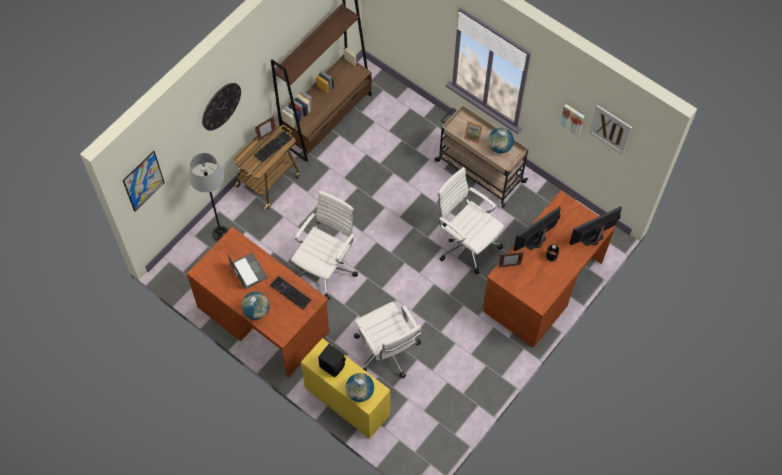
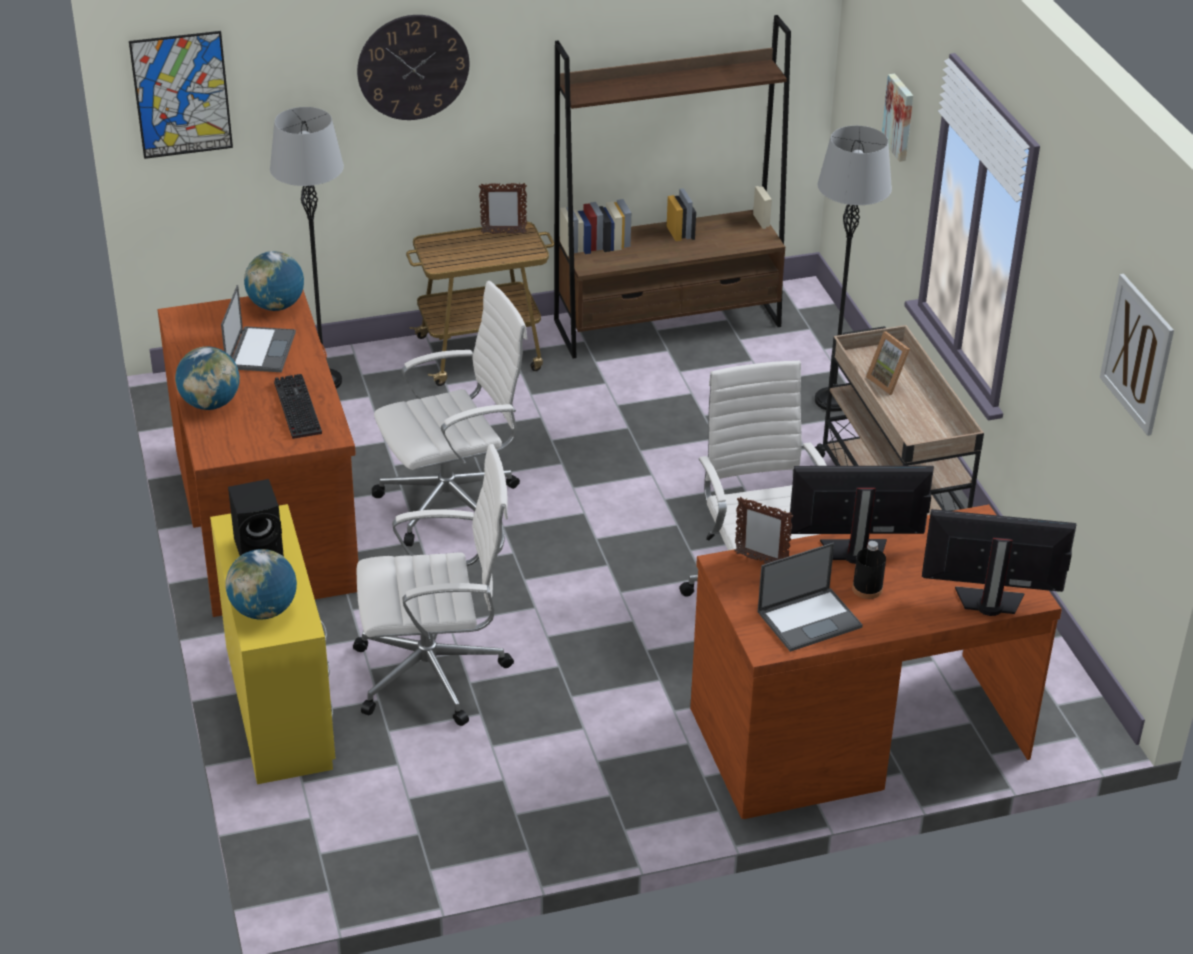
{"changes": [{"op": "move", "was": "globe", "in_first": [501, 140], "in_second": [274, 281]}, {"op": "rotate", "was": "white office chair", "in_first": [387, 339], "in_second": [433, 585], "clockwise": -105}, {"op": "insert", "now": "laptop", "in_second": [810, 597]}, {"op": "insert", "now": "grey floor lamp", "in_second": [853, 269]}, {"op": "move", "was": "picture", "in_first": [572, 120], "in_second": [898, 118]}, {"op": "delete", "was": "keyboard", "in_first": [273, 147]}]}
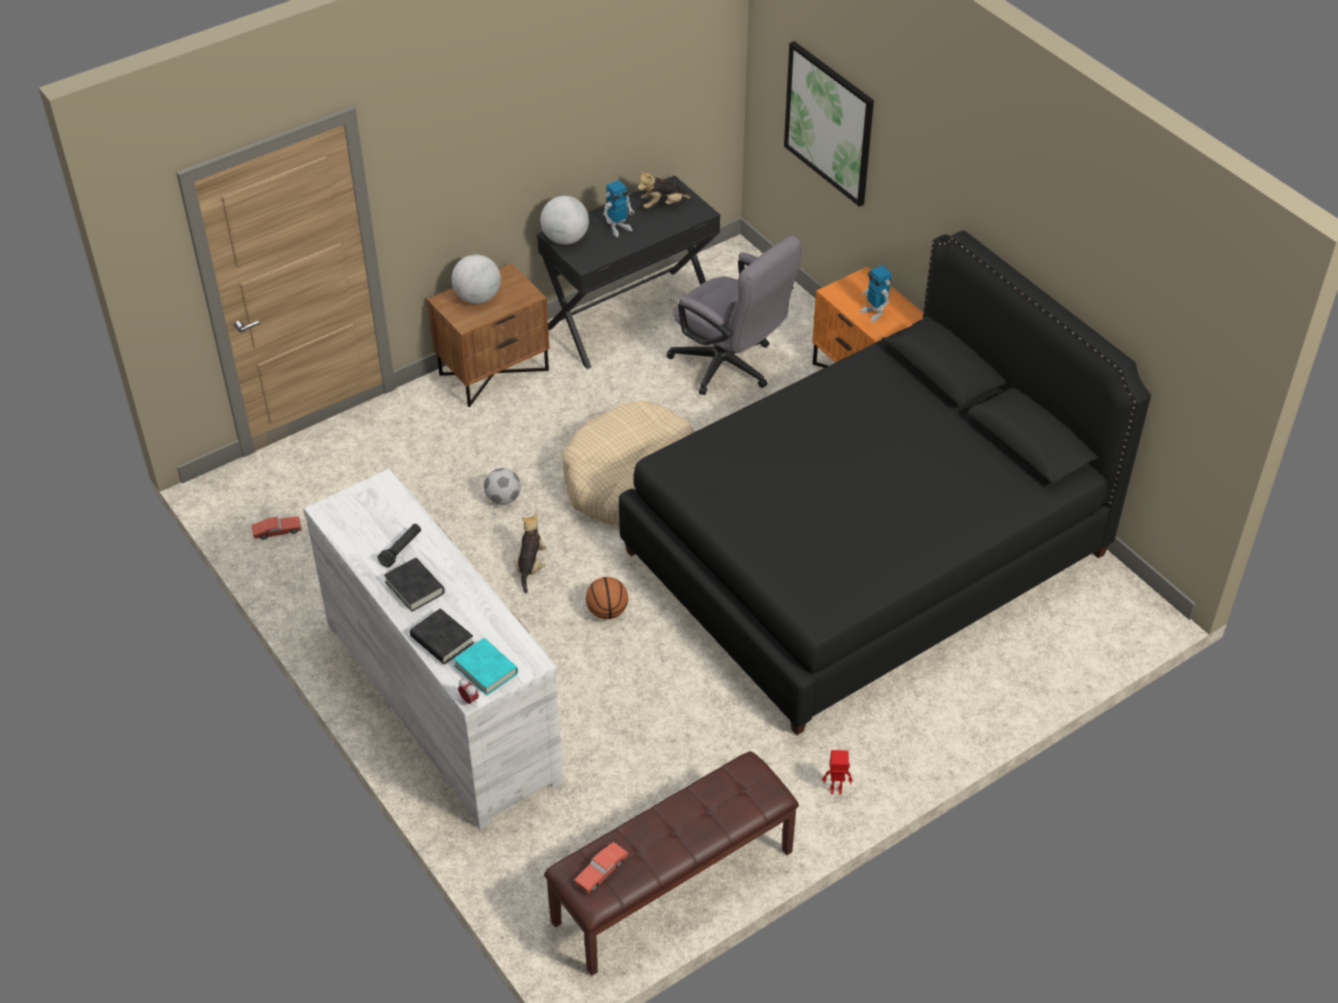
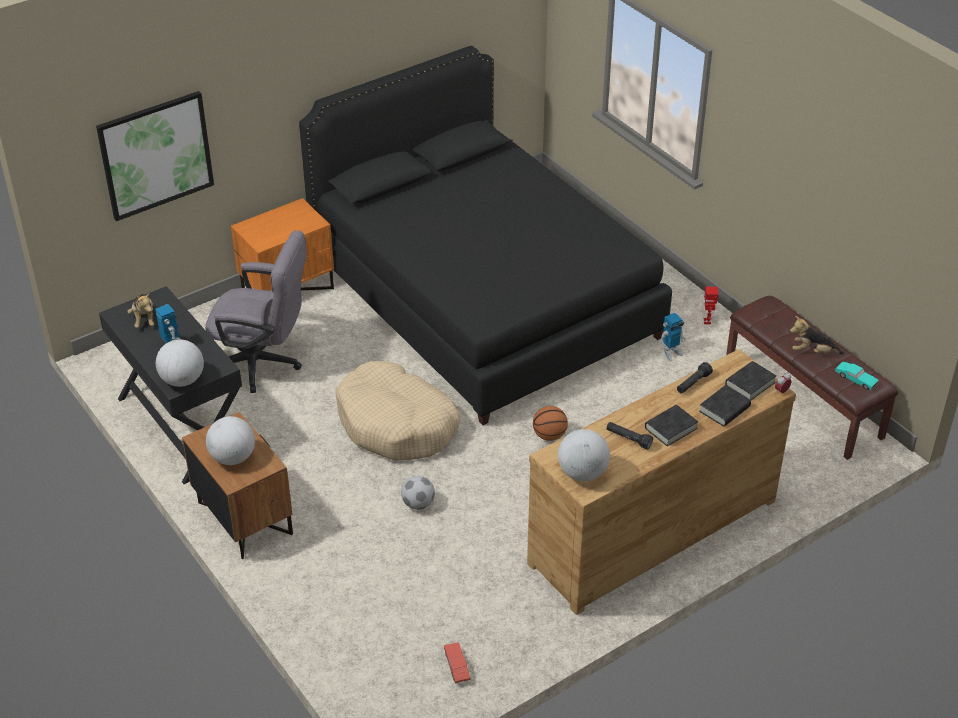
{"changes": [{"op": "rotate", "was": "grey office chair", "in_first": [734, 315], "in_second": [256, 311], "clockwise": 60}, {"op": "recolor", "was": "white dresser", "now": "brown dresser", "in_first": [433, 649], "in_second": [661, 482]}, {"op": "insert", "now": "globe", "in_second": [584, 455]}, {"op": "move", "was": "toy robot", "in_first": [876, 293], "in_second": [673, 337]}, {"op": "insert", "now": "black flashlight", "in_second": [695, 378]}, {"op": "recolor", "was": "turquoise book", "now": "black book", "in_first": [485, 667], "in_second": [751, 380]}, {"op": "move", "was": "plush toy", "in_first": [531, 553], "in_second": [817, 335]}, {"op": "recolor", "was": "red toy car", "now": "turquoise toy car", "in_first": [601, 868], "in_second": [857, 376]}]}
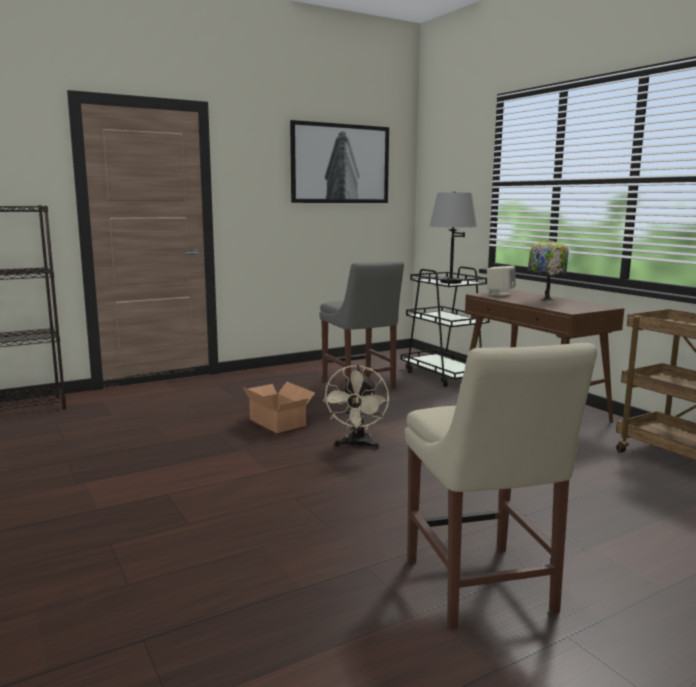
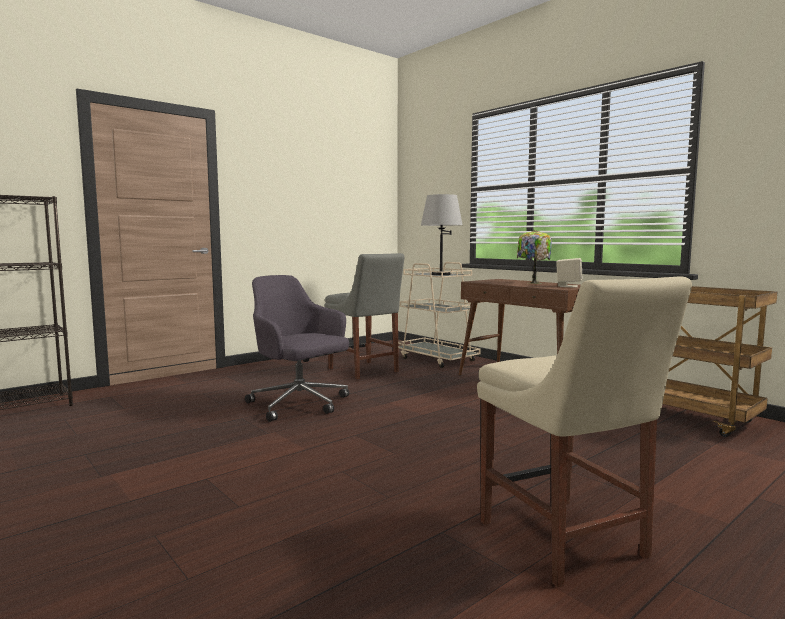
{"changes": [{"op": "replace", "was": "cardboard box", "now": "grey office chair", "in_first": [279, 407], "in_second": [297, 348]}, {"op": "recolor", "was": "black cart", "now": "beige cart", "in_first": [445, 326], "in_second": [439, 315]}, {"op": "move", "was": "beige speaker", "in_first": [501, 281], "in_second": [569, 273]}, {"op": "delete", "was": "picture", "in_first": [339, 161]}, {"op": "delete", "was": "beige fan", "in_first": [356, 407]}]}
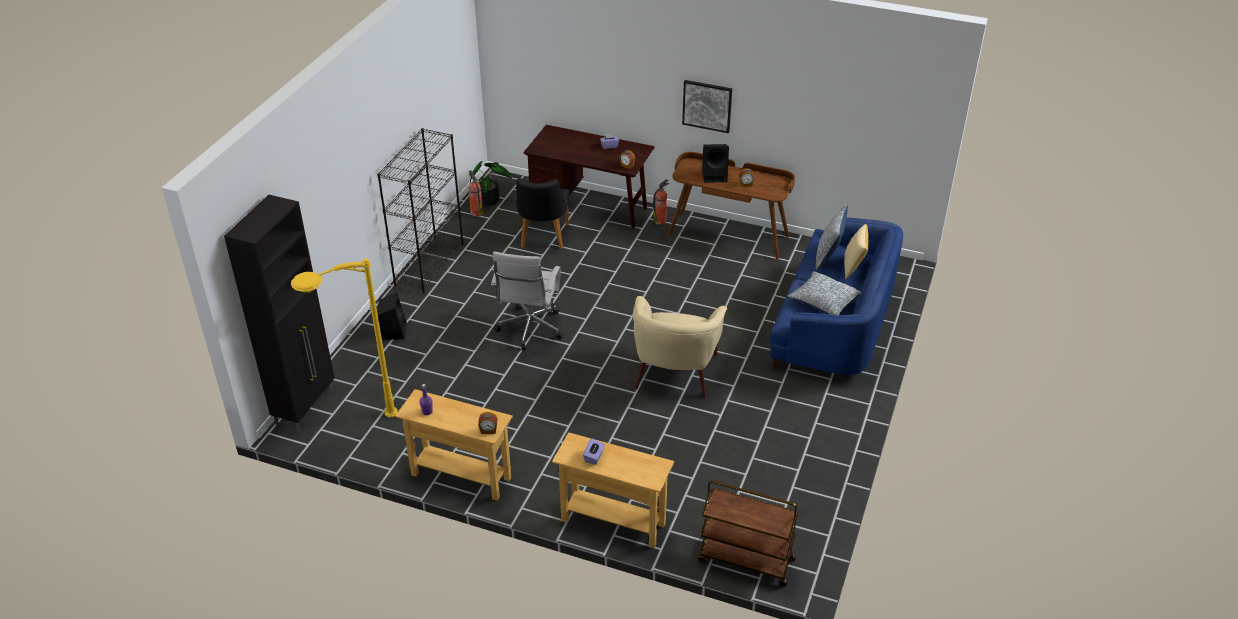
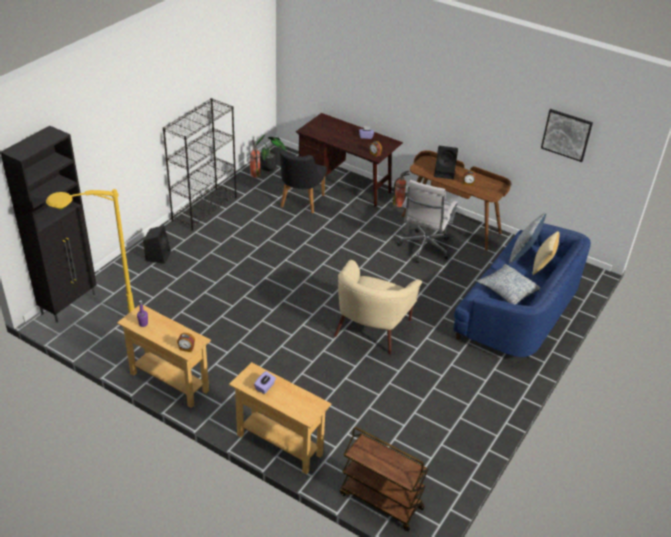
{"changes": [{"op": "move", "was": "white office chair", "in_first": [527, 301], "in_second": [427, 221]}, {"op": "move", "was": "picture", "in_first": [707, 106], "in_second": [567, 135]}]}
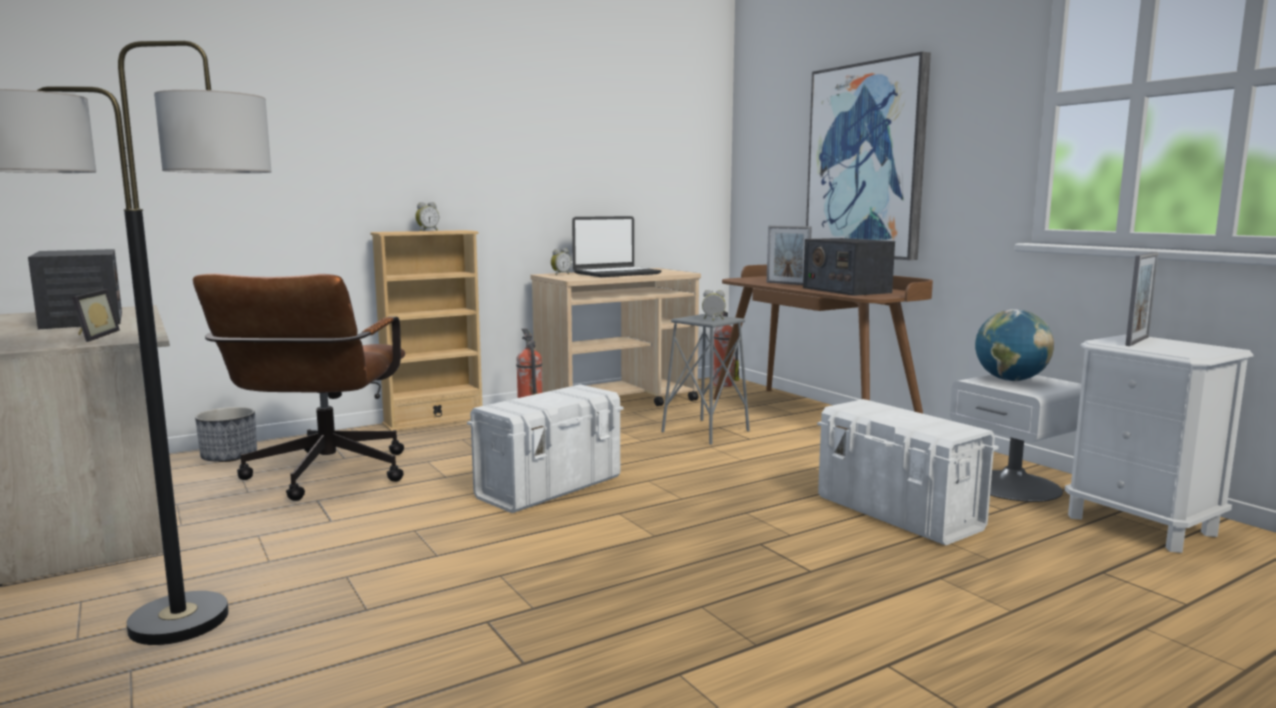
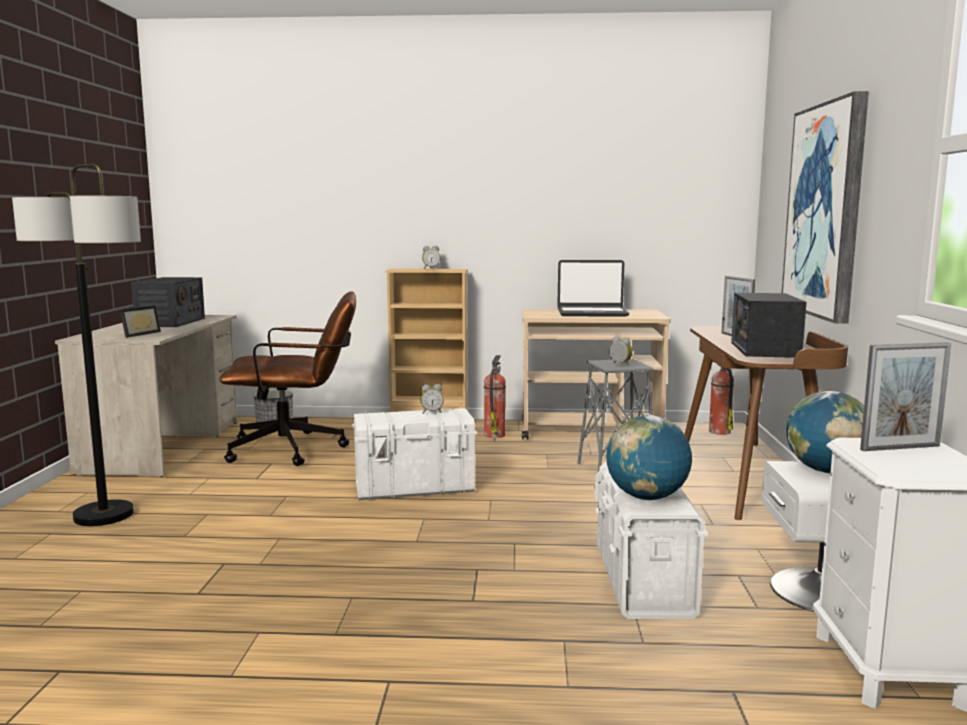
{"changes": [{"op": "rotate", "was": "brown office chair", "in_first": [299, 387], "in_second": [287, 378], "clockwise": -135}, {"op": "move", "was": "alarm clock", "in_first": [561, 261], "in_second": [432, 399]}, {"op": "insert", "now": "globe", "in_second": [649, 457]}]}
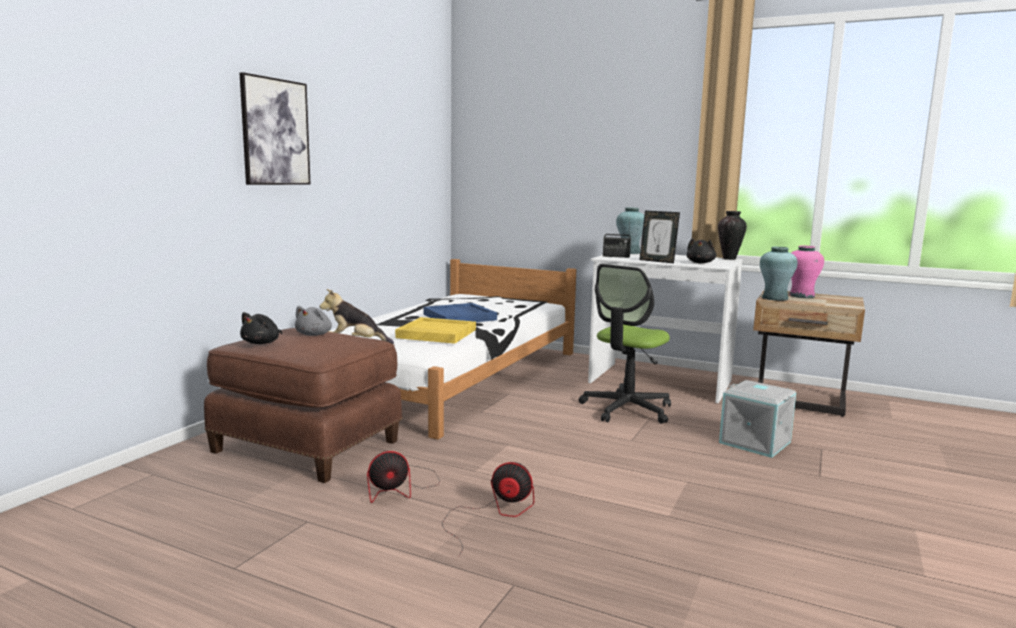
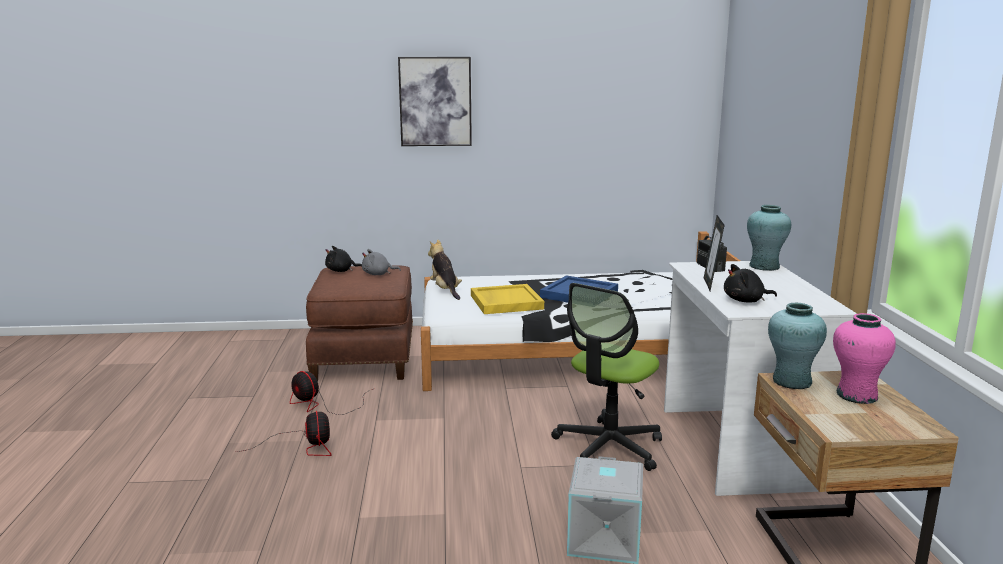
{"changes": [{"op": "rotate", "was": "office chair", "in_first": [625, 344], "in_second": [606, 377], "clockwise": -60}, {"op": "delete", "was": "vase", "in_first": [732, 235]}]}
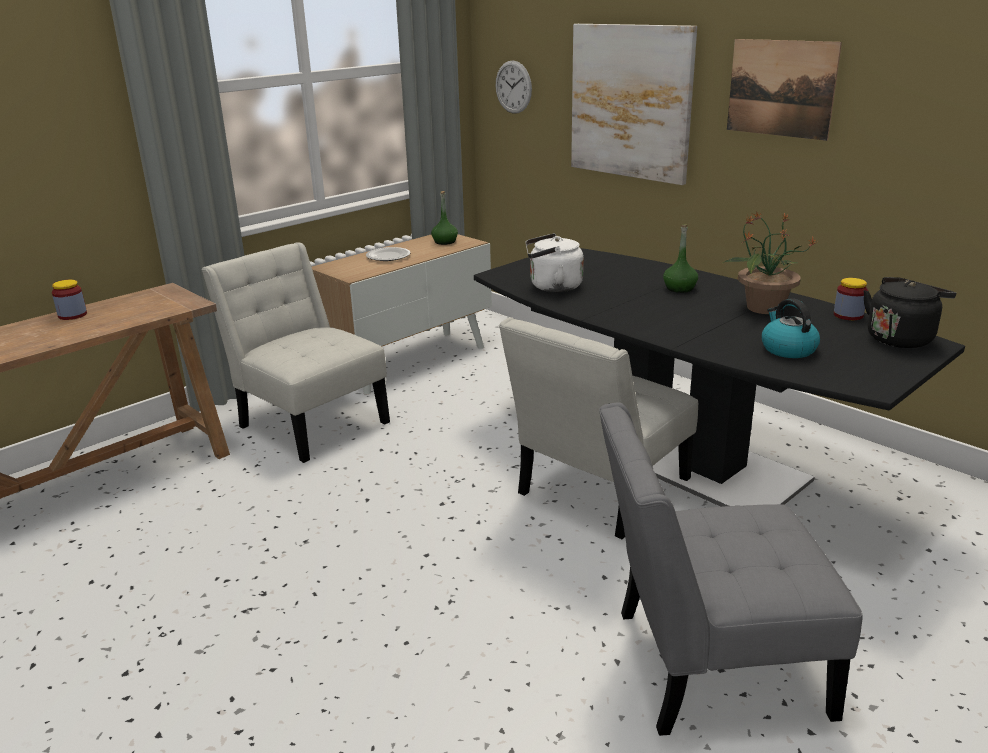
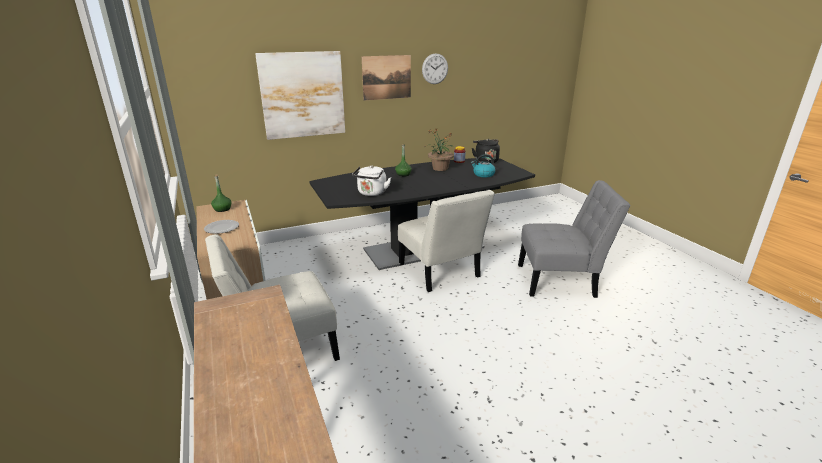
{"changes": [{"op": "move", "was": "wall clock", "in_first": [514, 87], "in_second": [435, 68]}, {"op": "rotate", "was": "grey chair", "in_first": [731, 569], "in_second": [574, 239], "clockwise": -105}, {"op": "delete", "was": "jar", "in_first": [69, 300]}]}
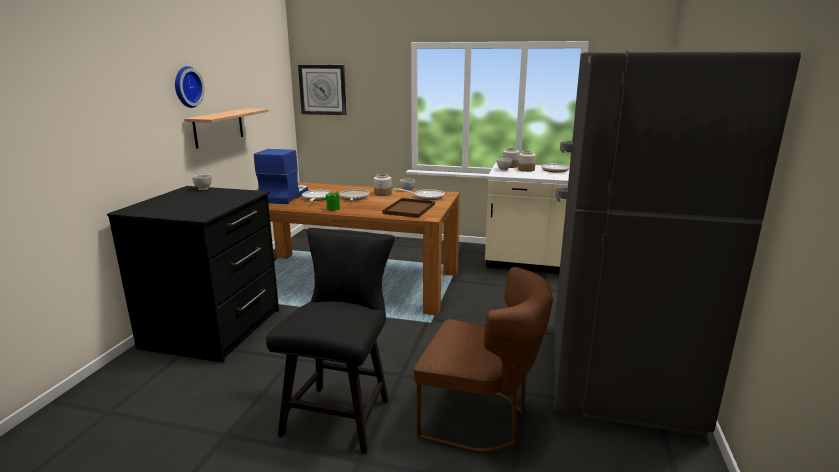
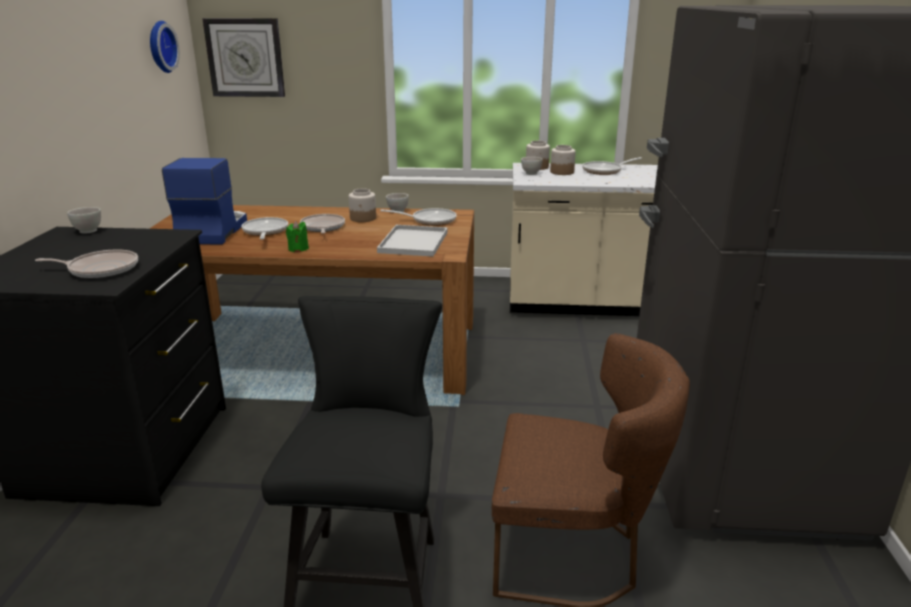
{"changes": [{"op": "insert", "now": "frying pan", "in_second": [86, 264]}, {"op": "move", "was": "wall clock", "in_first": [190, 87], "in_second": [165, 47]}, {"op": "recolor", "was": "brown tray", "now": "white tray", "in_first": [408, 208], "in_second": [412, 241]}, {"op": "delete", "was": "shelf", "in_first": [226, 128]}]}
